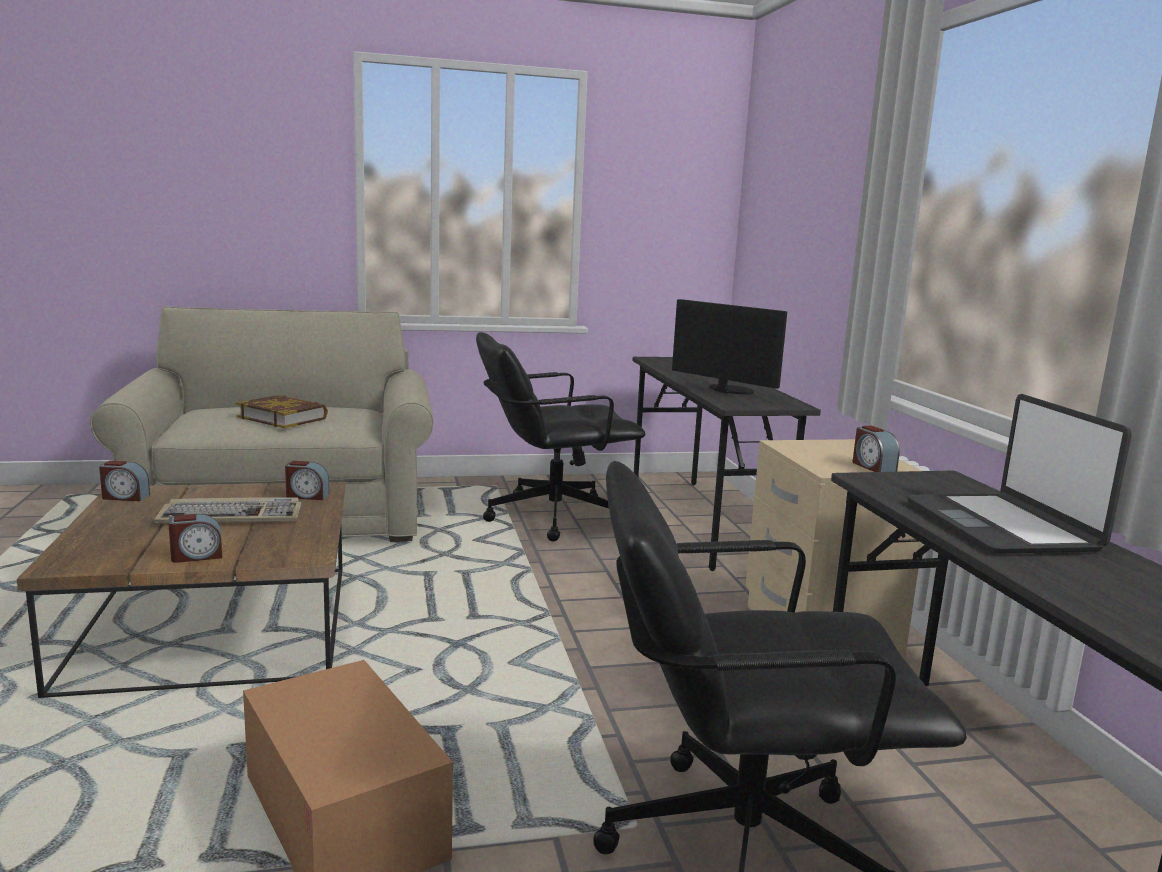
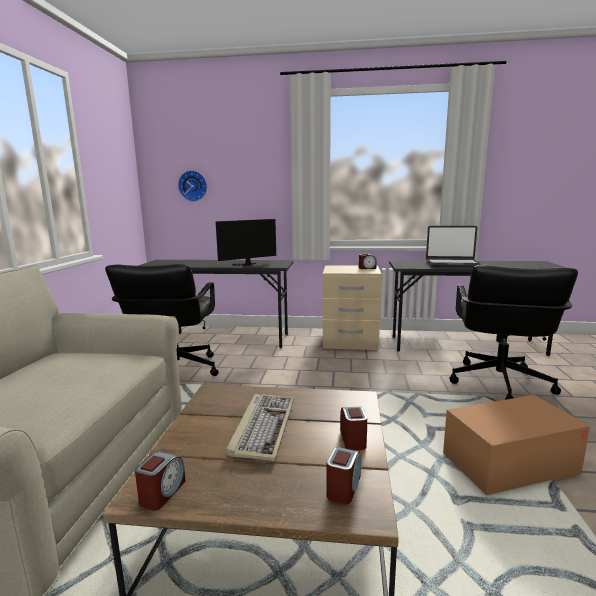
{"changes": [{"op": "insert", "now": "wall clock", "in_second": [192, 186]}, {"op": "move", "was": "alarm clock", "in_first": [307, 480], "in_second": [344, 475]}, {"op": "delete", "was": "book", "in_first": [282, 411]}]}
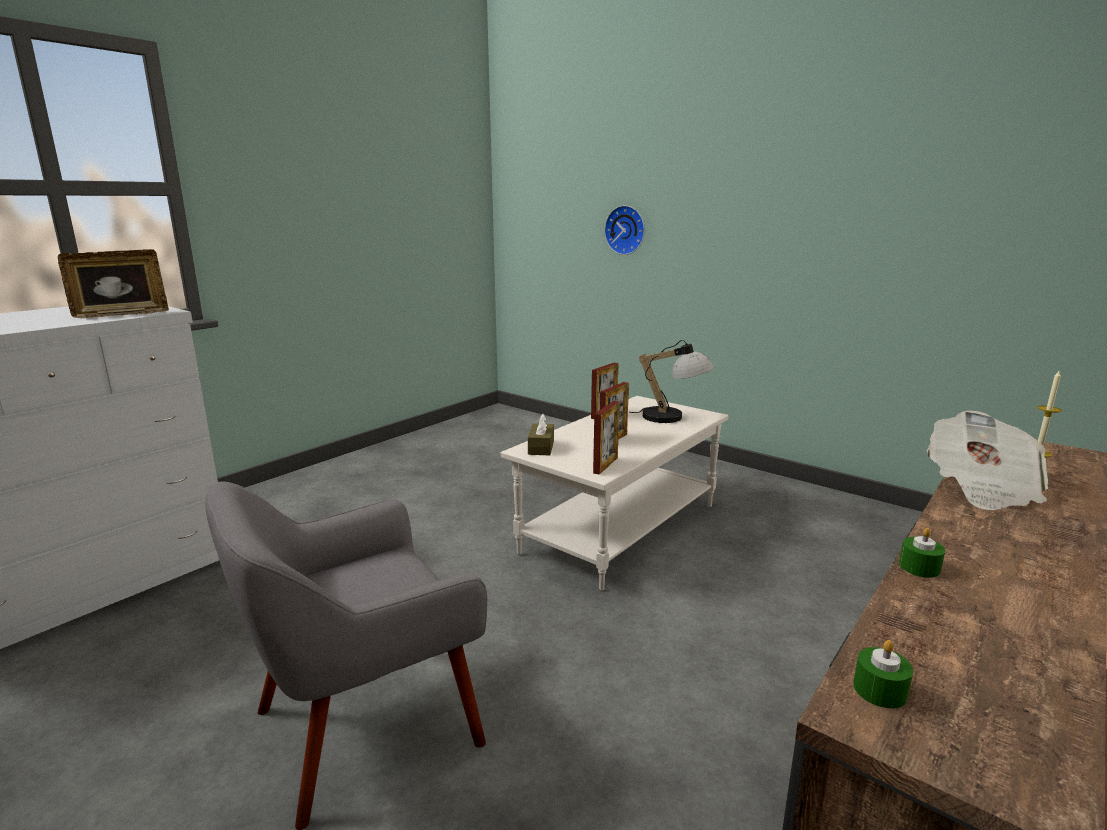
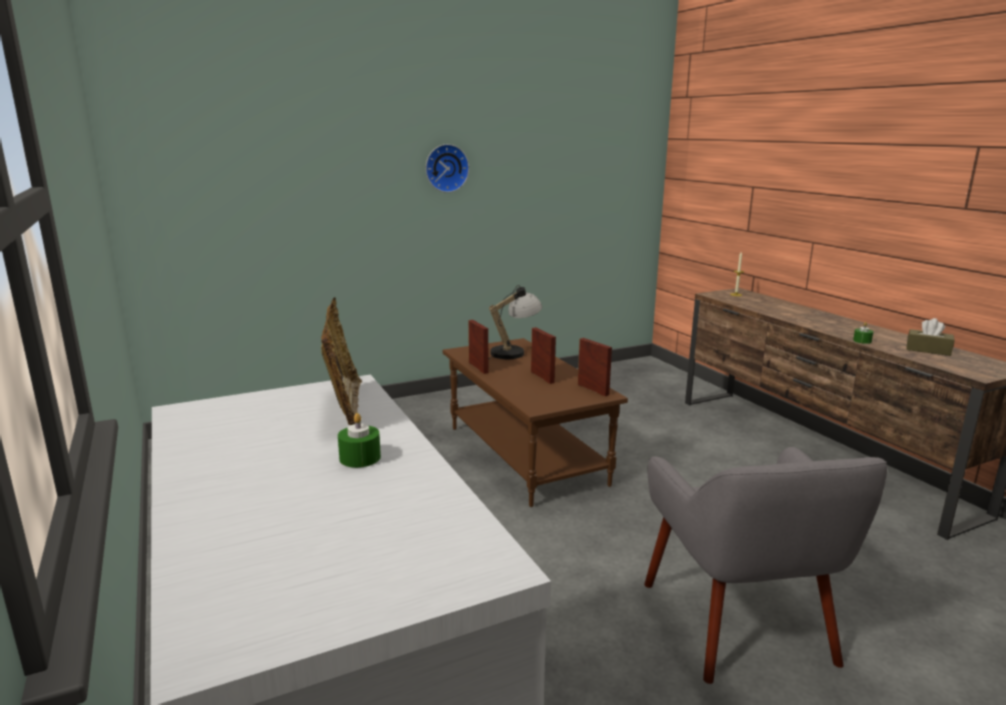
{"changes": [{"op": "move", "was": "green candle", "in_first": [883, 674], "in_second": [359, 440]}, {"op": "move", "was": "wall clock", "in_first": [624, 230], "in_second": [447, 168]}, {"op": "recolor", "was": "white coffee table", "now": "brown coffee table", "in_first": [614, 493], "in_second": [535, 422]}, {"op": "move", "was": "brown tissue box", "in_first": [541, 434], "in_second": [930, 337]}, {"op": "delete", "was": "newspaper", "in_first": [987, 460]}]}
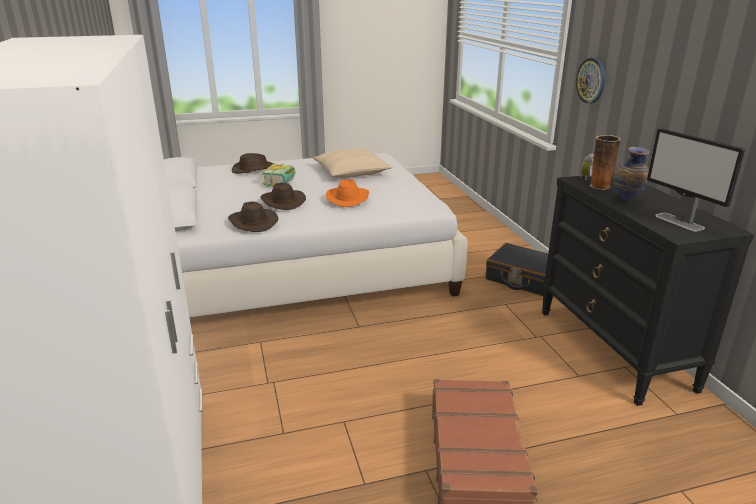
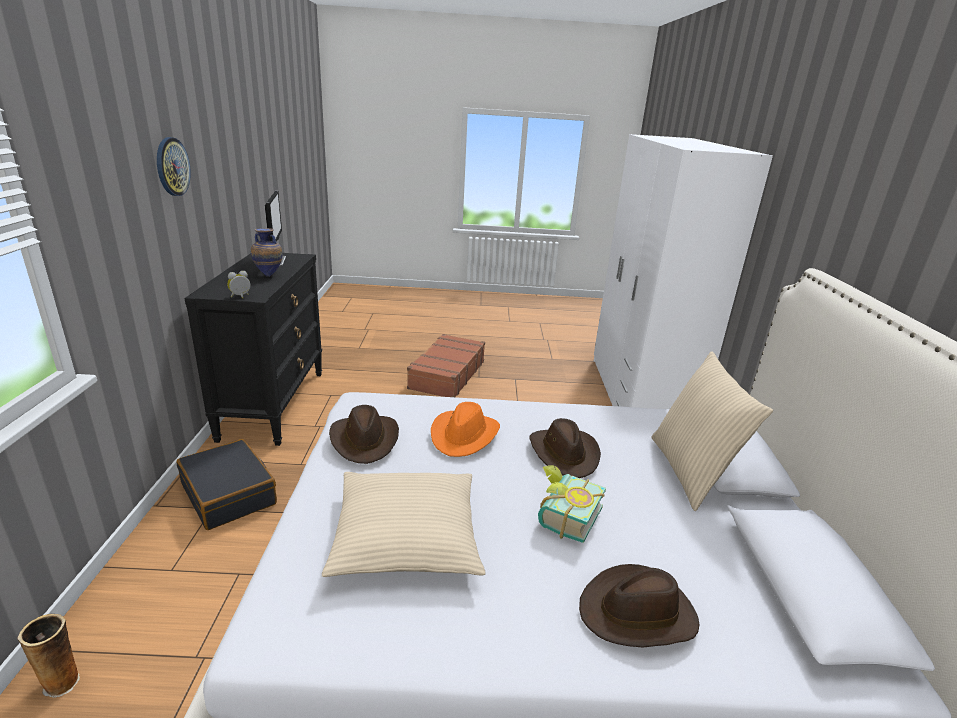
{"changes": [{"op": "move", "was": "vase", "in_first": [605, 162], "in_second": [48, 656]}, {"op": "move", "was": "wall clock", "in_first": [590, 80], "in_second": [174, 166]}, {"op": "move", "was": "brown hat", "in_first": [253, 216], "in_second": [364, 434]}, {"op": "insert", "now": "beige pillow", "in_second": [712, 431]}]}
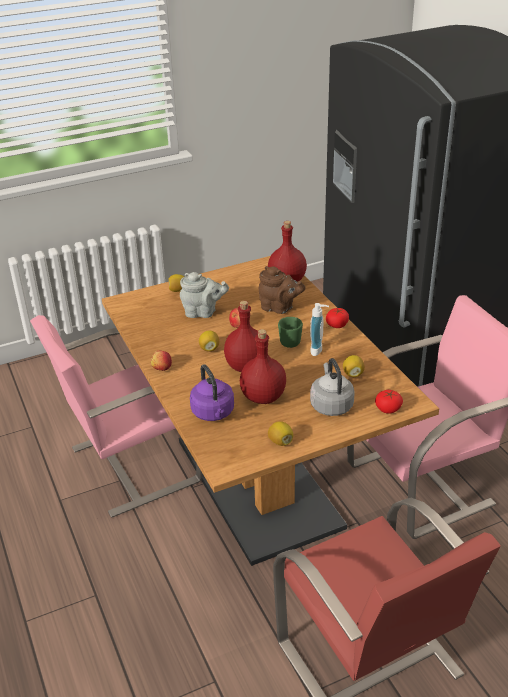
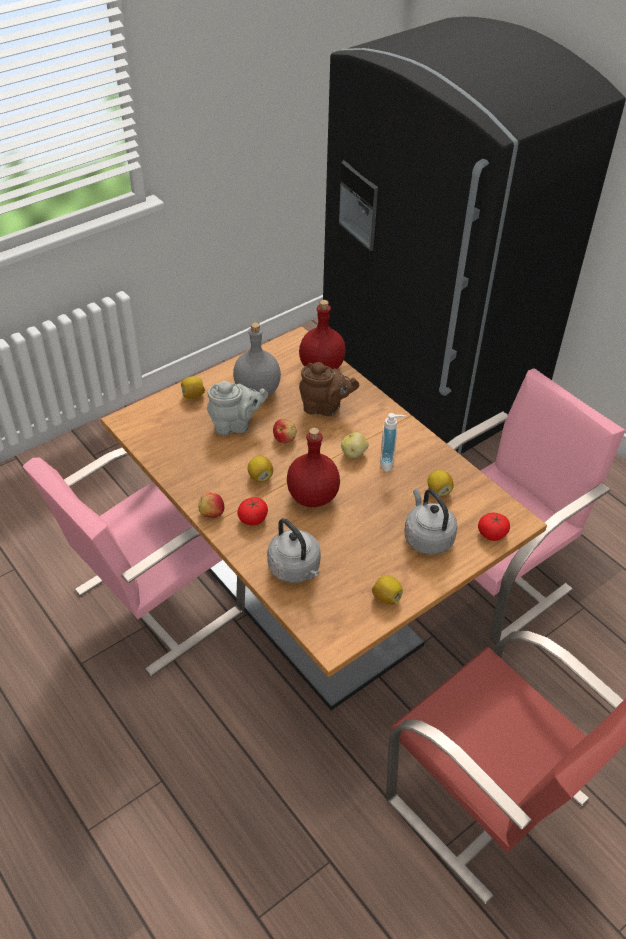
{"changes": [{"op": "insert", "now": "grey bottle", "in_second": [257, 359]}, {"op": "move", "was": "tomato", "in_first": [337, 318], "in_second": [253, 511]}, {"op": "recolor", "was": "purple kettle", "now": "grey kettle", "in_first": [212, 392], "in_second": [294, 550]}, {"op": "replace", "was": "green mug", "now": "potato", "in_first": [290, 332], "in_second": [355, 445]}, {"op": "delete", "was": "red bottle", "in_first": [263, 366]}]}
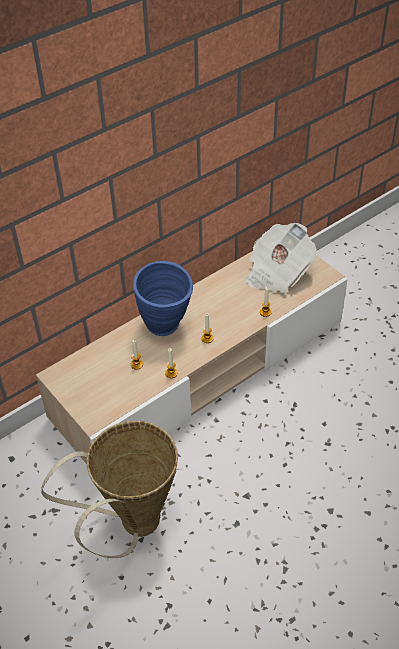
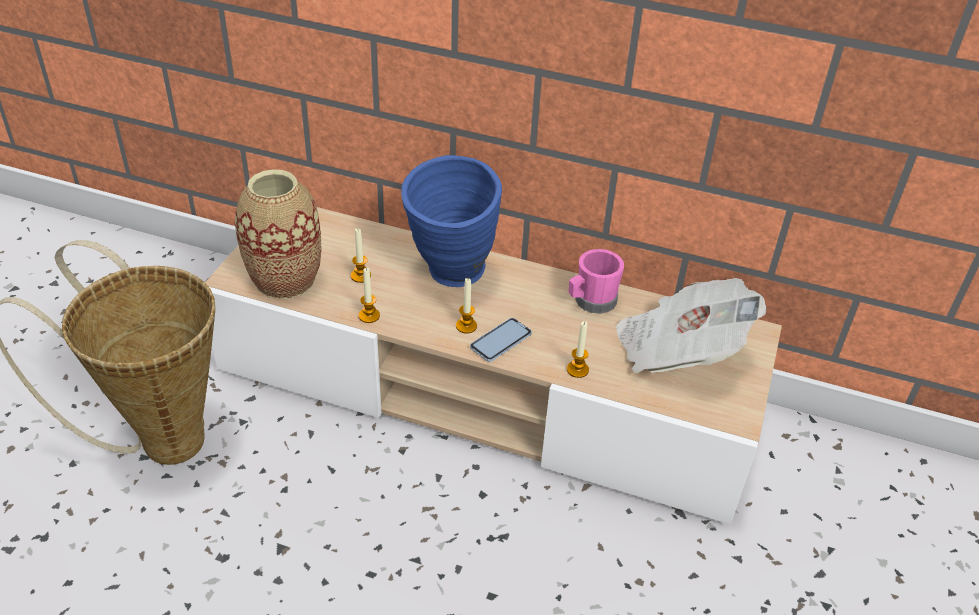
{"changes": [{"op": "insert", "now": "vase", "in_second": [278, 234]}, {"op": "insert", "now": "phone", "in_second": [501, 340]}, {"op": "insert", "now": "pink mug", "in_second": [596, 281]}]}
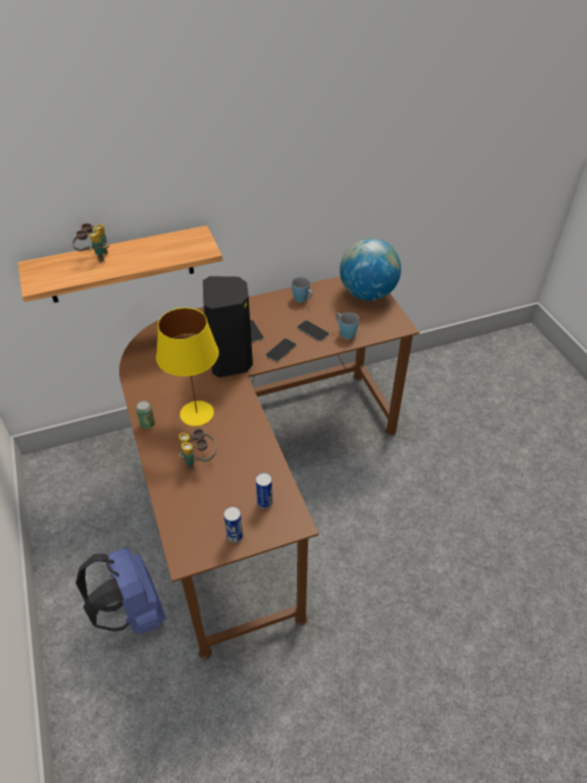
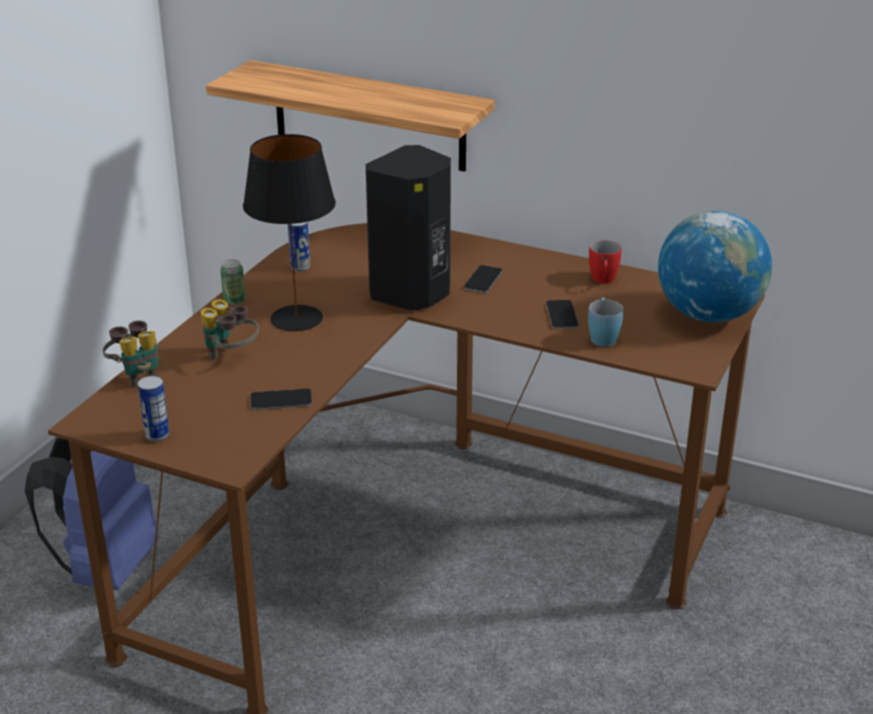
{"changes": [{"op": "move", "was": "binoculars", "in_first": [90, 242], "in_second": [130, 354]}, {"op": "recolor", "was": "yellow table lamp", "now": "black table lamp", "in_first": [187, 366], "in_second": [289, 232]}, {"op": "move", "was": "phone", "in_first": [281, 350], "in_second": [281, 399]}, {"op": "move", "was": "can", "in_first": [264, 491], "in_second": [299, 247]}, {"op": "recolor", "was": "blue mug", "now": "red mug", "in_first": [302, 290], "in_second": [605, 262]}]}
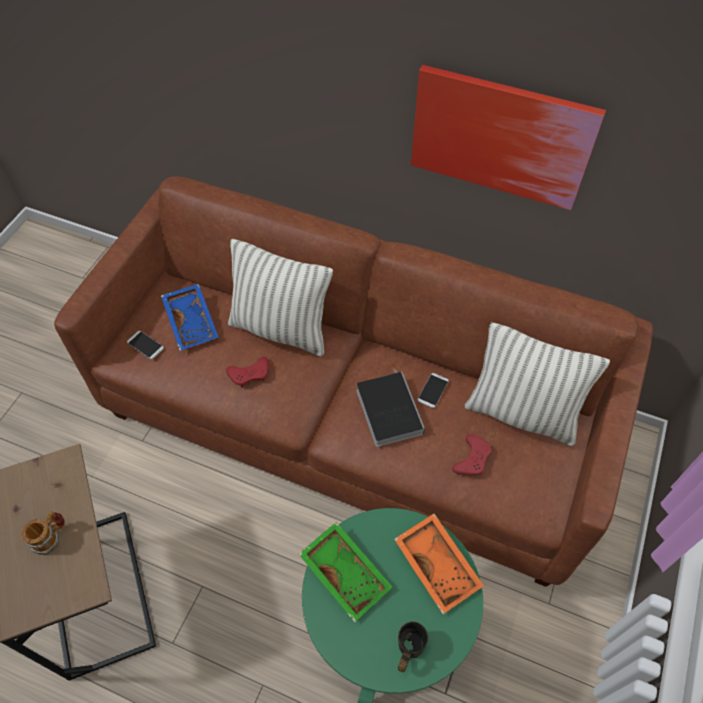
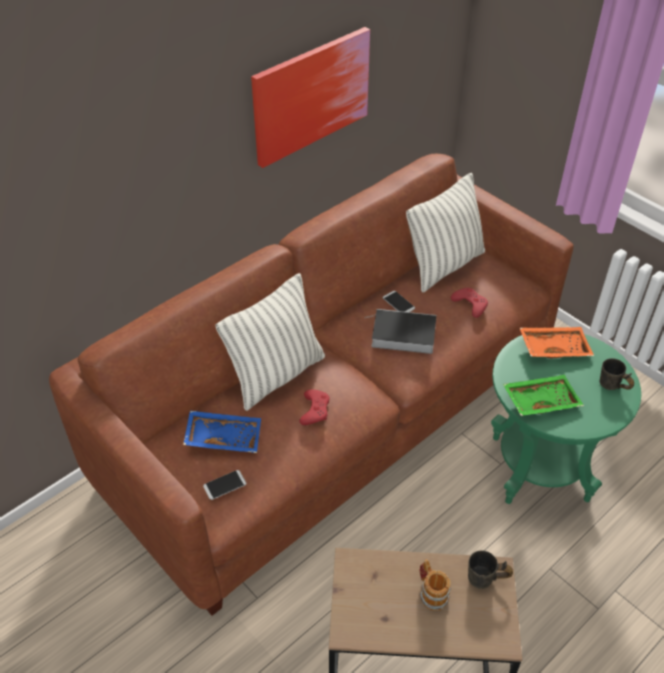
{"changes": [{"op": "insert", "now": "grey mug", "in_second": [490, 569]}]}
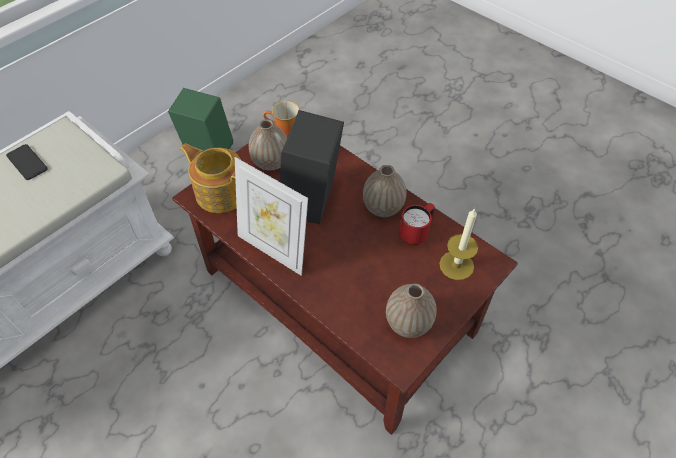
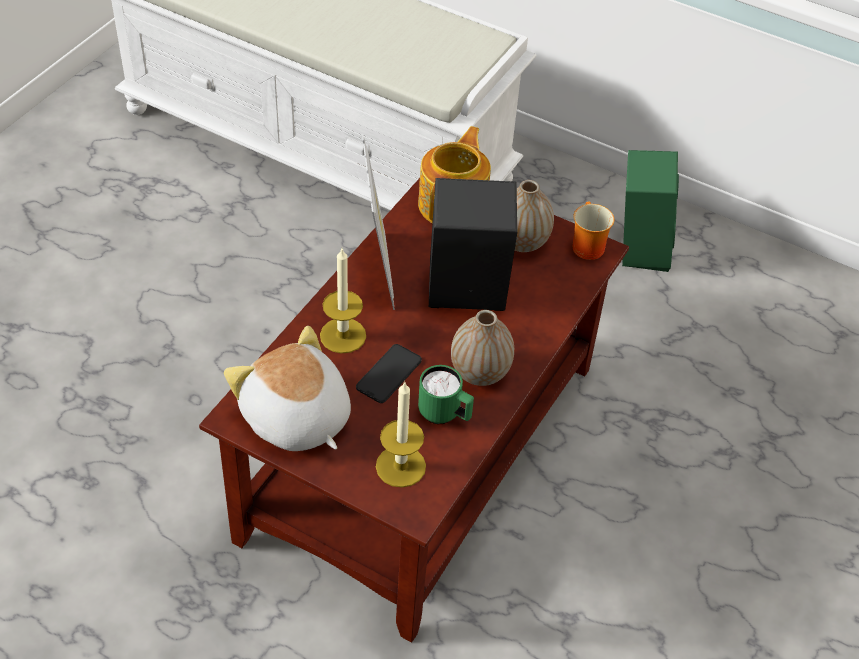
{"changes": [{"op": "replace", "was": "vase", "now": "plush toy", "in_first": [411, 310], "in_second": [287, 388]}, {"op": "insert", "now": "candle", "in_second": [343, 301]}, {"op": "move", "was": "phone", "in_first": [27, 162], "in_second": [389, 373]}, {"op": "rotate", "was": "picture frame", "in_first": [271, 216], "in_second": [378, 222], "clockwise": 150}, {"op": "recolor", "was": "red mug", "now": "green mug", "in_first": [417, 224], "in_second": [446, 394]}]}
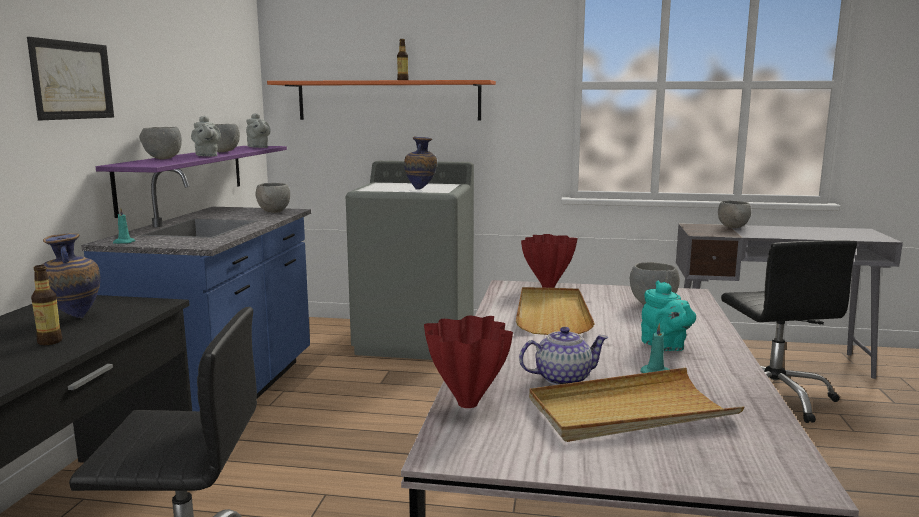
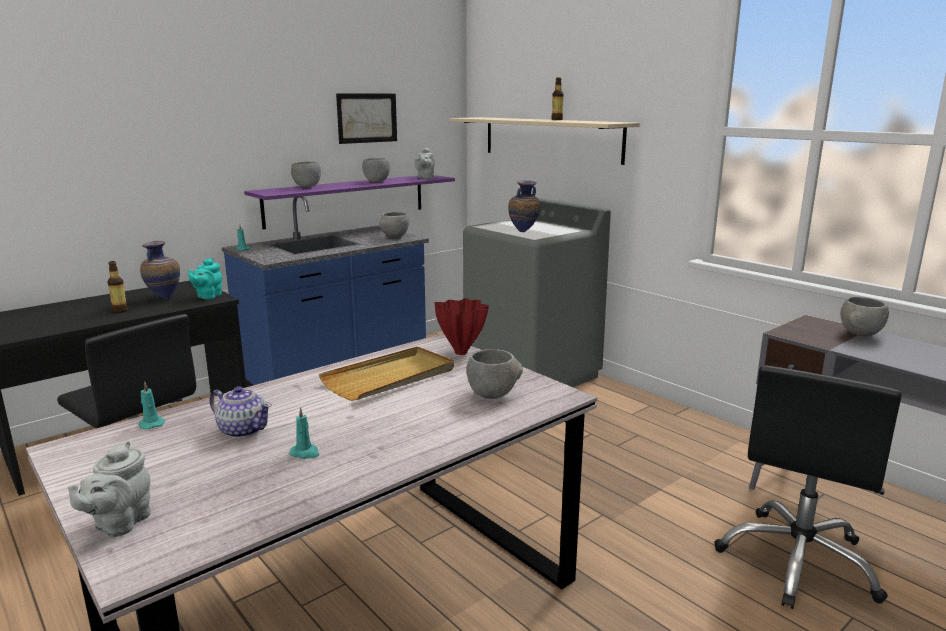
{"changes": [{"op": "move", "was": "grey teapot", "in_first": [206, 135], "in_second": [109, 489]}, {"op": "replace", "was": "red vase", "now": "turquoise candle", "in_first": [468, 362], "in_second": [152, 405]}, {"op": "move", "was": "turquoise teapot", "in_first": [668, 316], "in_second": [205, 279]}, {"op": "move", "was": "picture", "in_first": [70, 78], "in_second": [366, 118]}, {"op": "recolor", "was": "orange shelf", "now": "beige shelf", "in_first": [381, 100], "in_second": [544, 141]}, {"op": "delete", "was": "beige tray", "in_first": [636, 405]}]}
